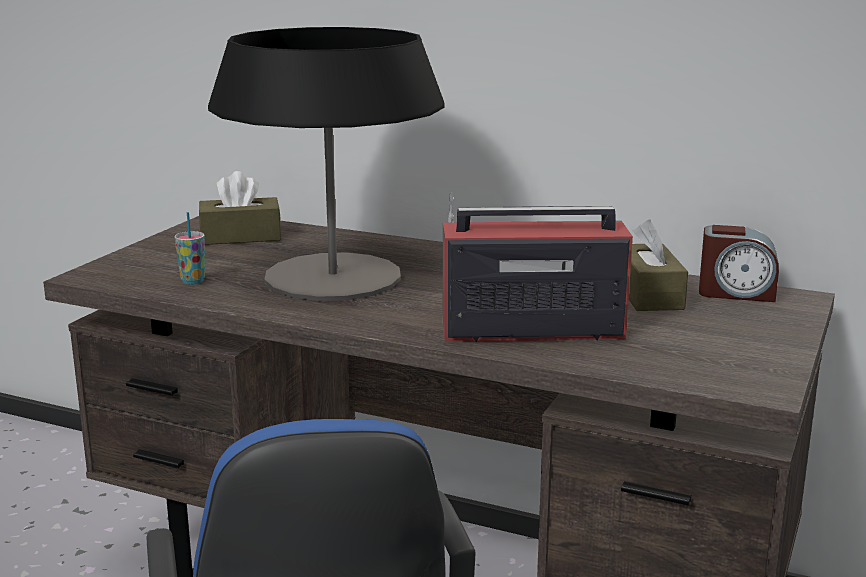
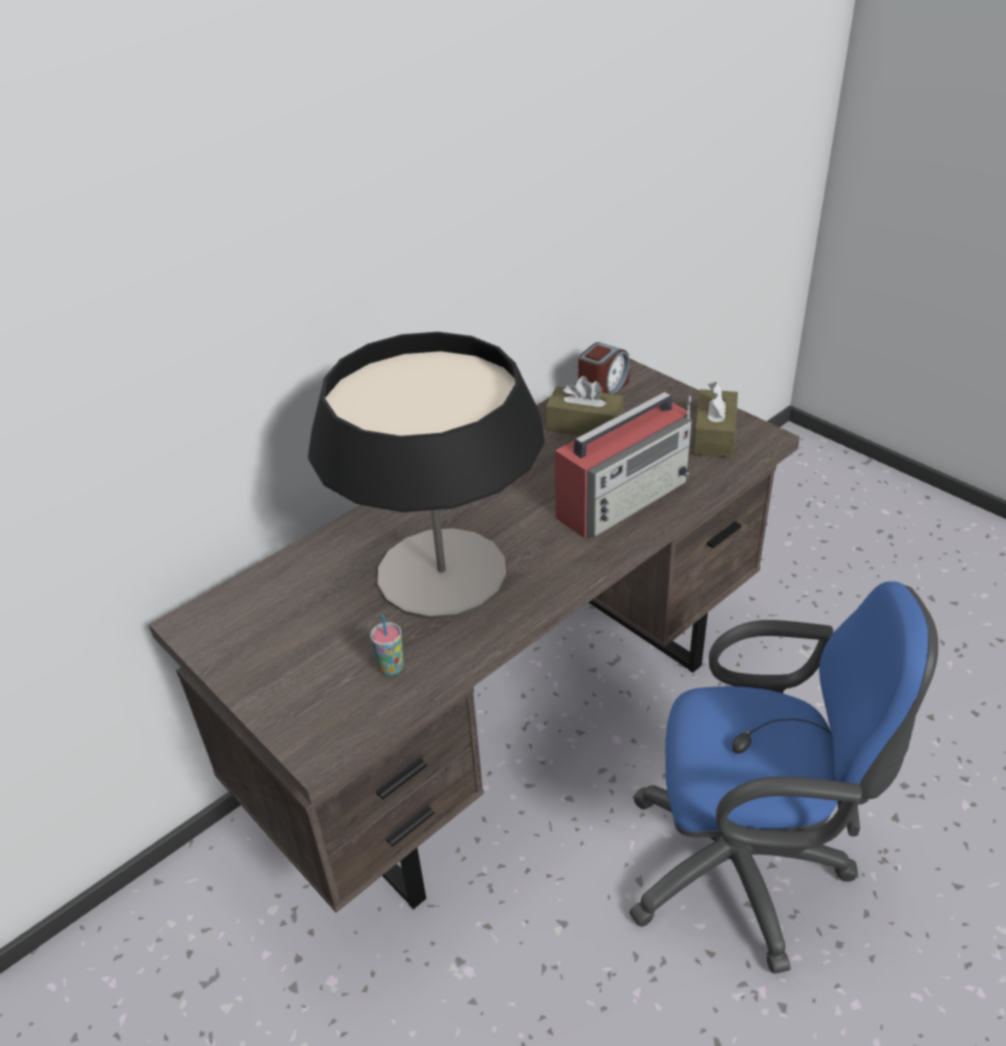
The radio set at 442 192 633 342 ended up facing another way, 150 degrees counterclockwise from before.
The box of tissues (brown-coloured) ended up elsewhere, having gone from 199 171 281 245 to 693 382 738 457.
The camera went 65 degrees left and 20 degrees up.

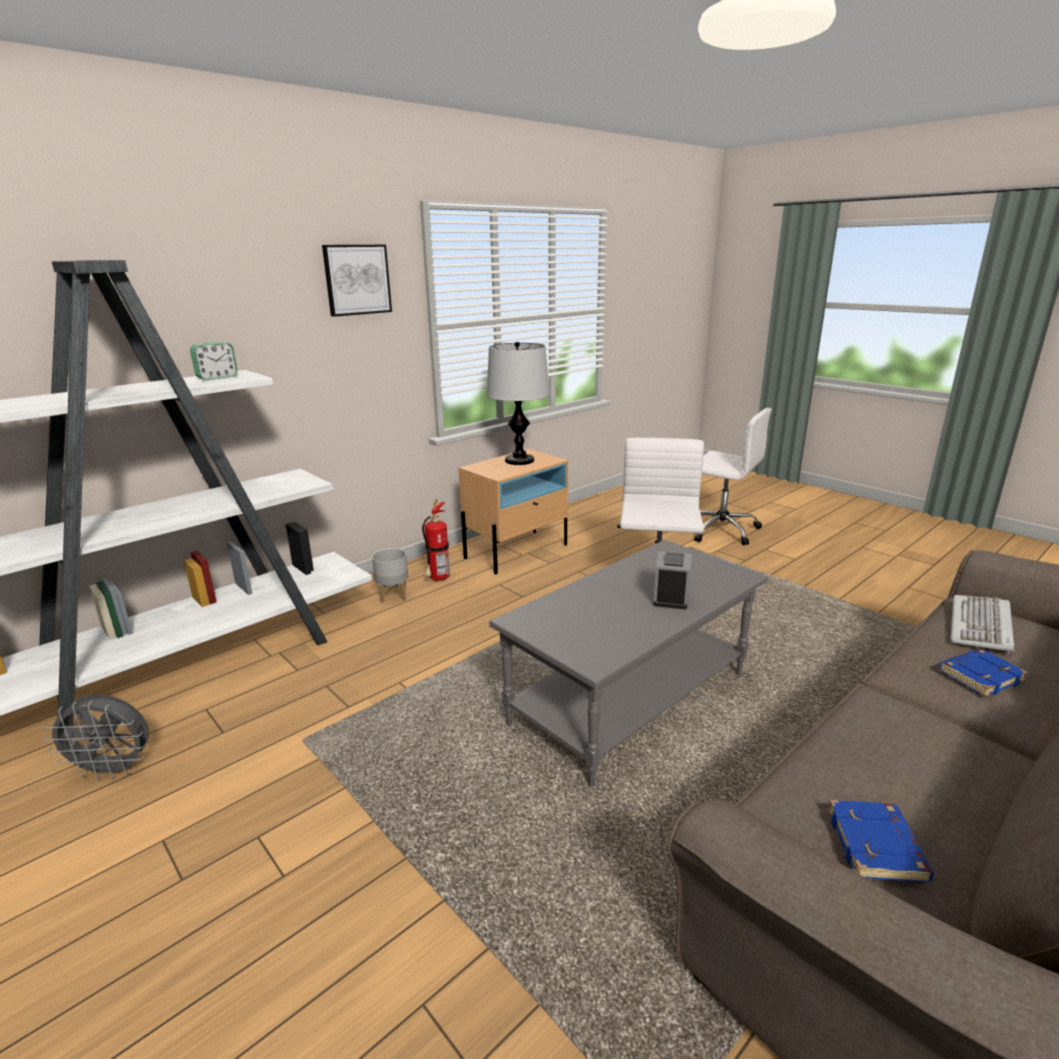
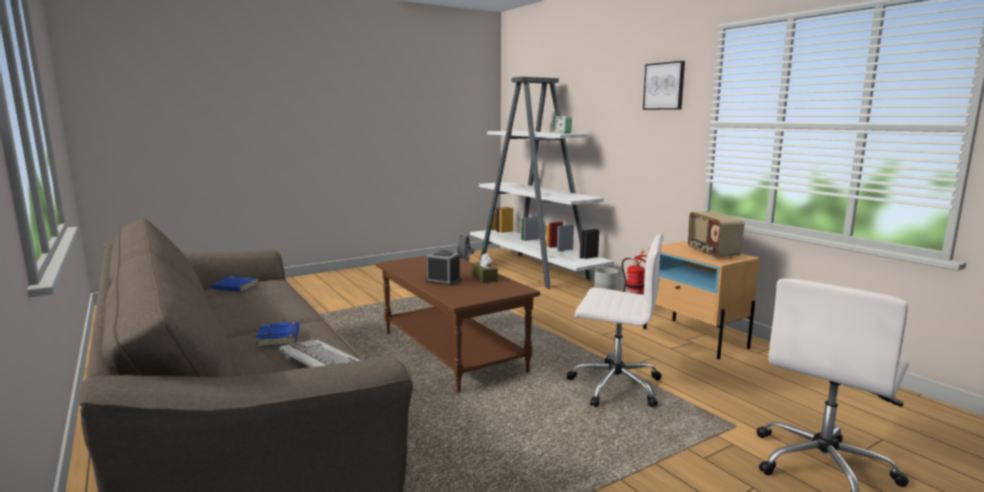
What was the coffee table (grey) at 489 540 768 787 turned into the coffee table (brown-coloured) at 376 256 540 392.
The second view gained the box of tissues (brown-coloured) at 472 253 498 283.
Where the tabletop lamp stood at 487 342 550 465, the radio set came to stand at 688 211 745 259.
The camera went 100 degrees right and 10 degrees down.

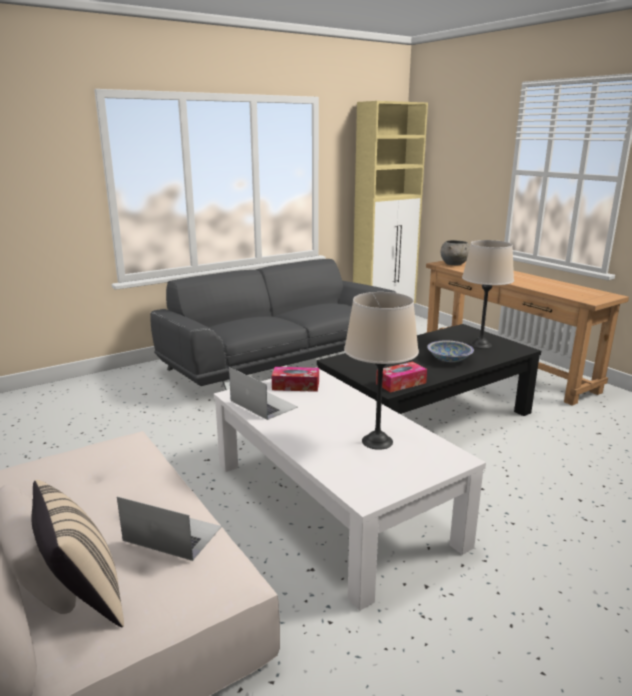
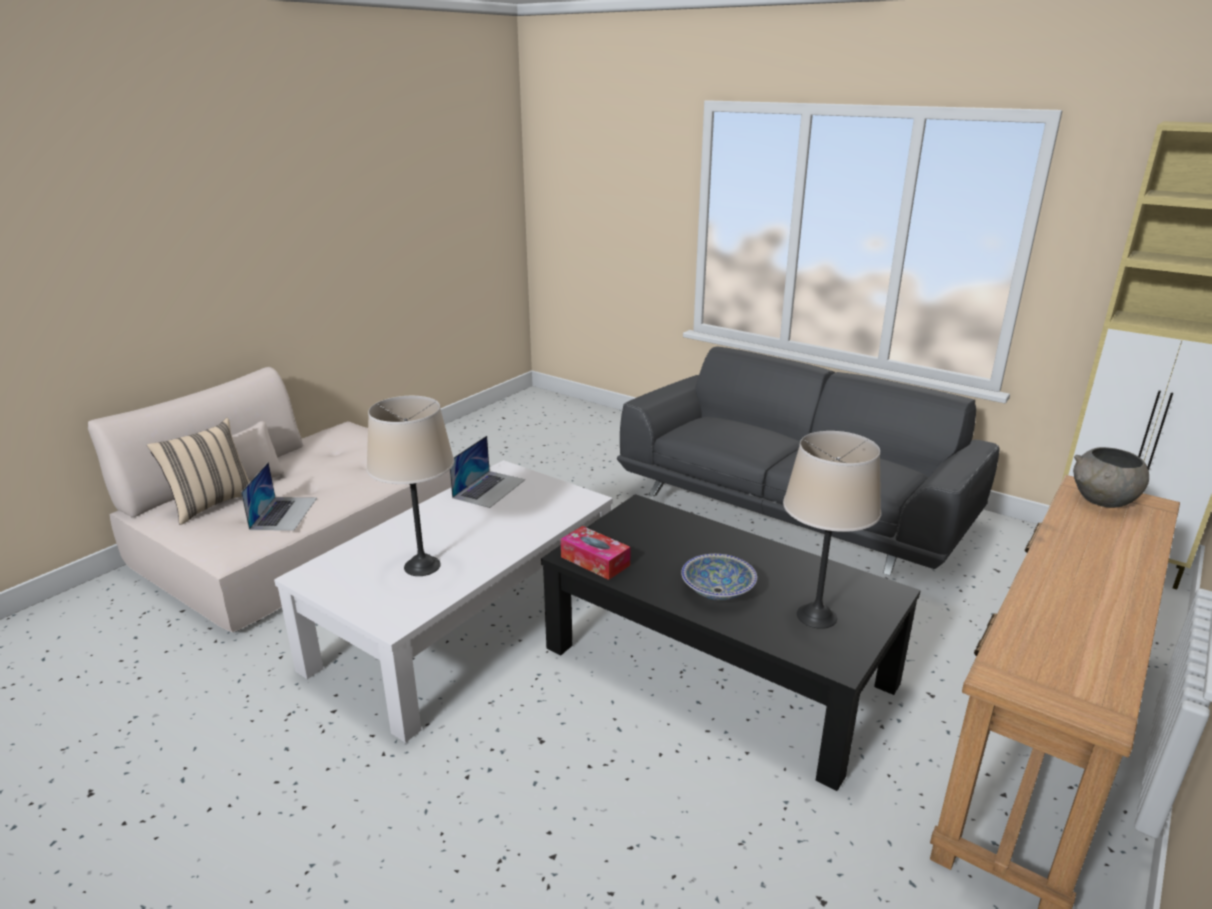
The second view lost the box of tissues at 272 367 319 392.
The camera went 70 degrees right and 5 degrees up.

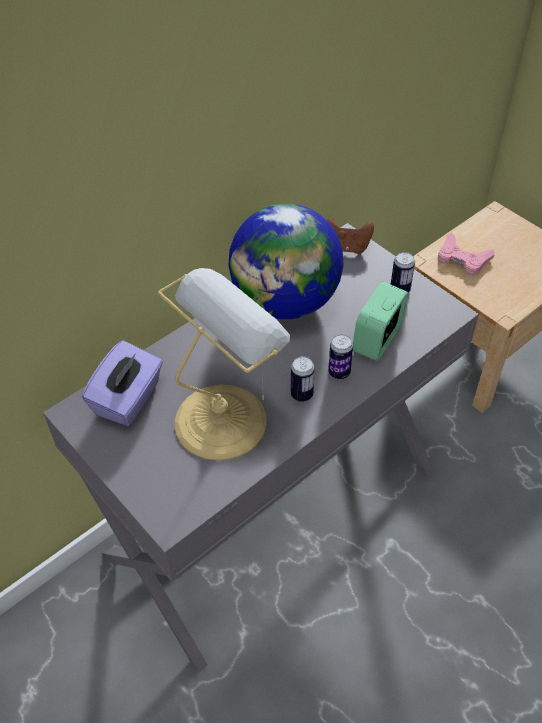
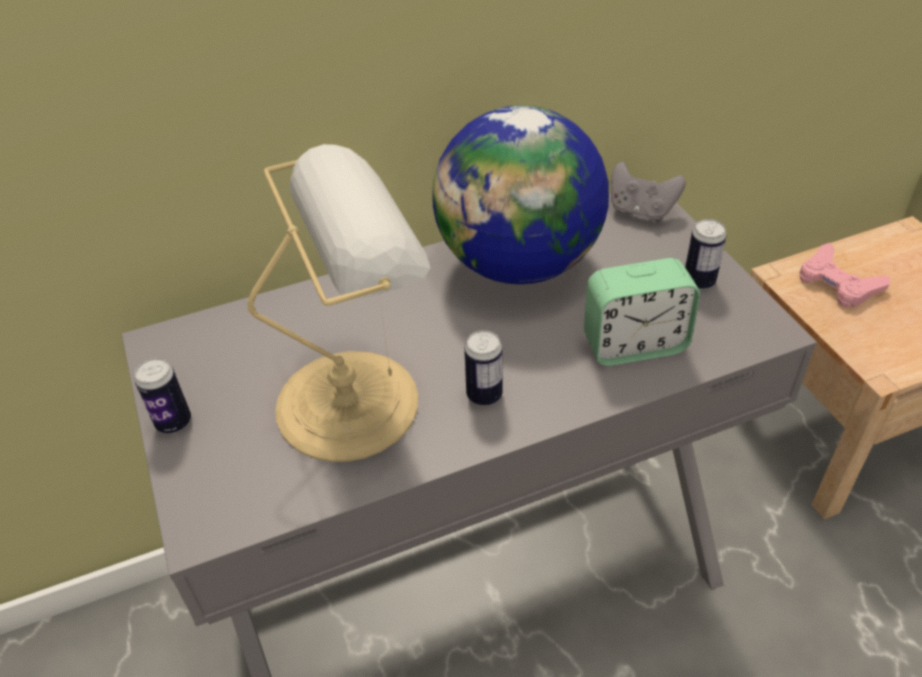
The can ended up elsewhere, having gone from 328 334 353 379 to 135 358 191 433.
The alarm clock at 353 281 408 361 ended up facing another way, 150 degrees counterclockwise from before.
What was the game controller (brown-coloured) at 327 218 374 254 turned into the game controller (grey) at 611 162 686 222.
The second view lost the box of tissues (purple-coloured) at 82 340 163 426.
The camera went 20 degrees right and 5 degrees down.

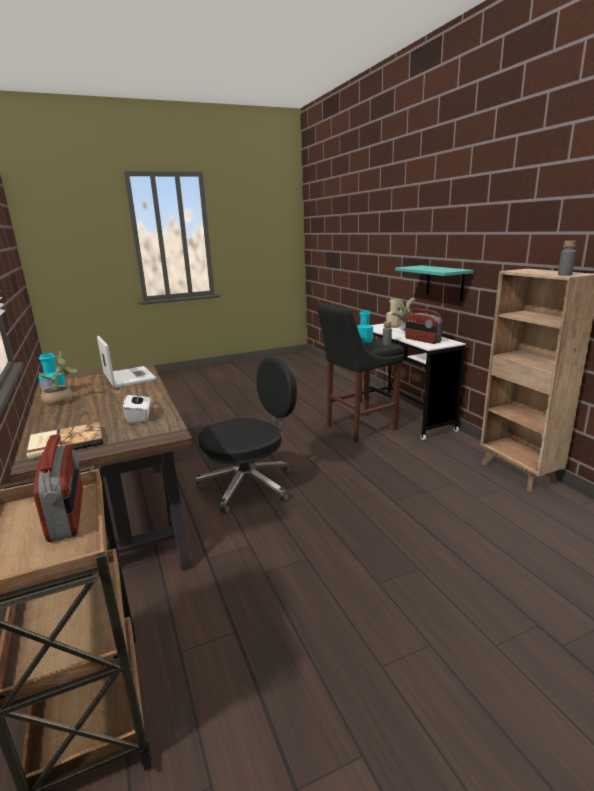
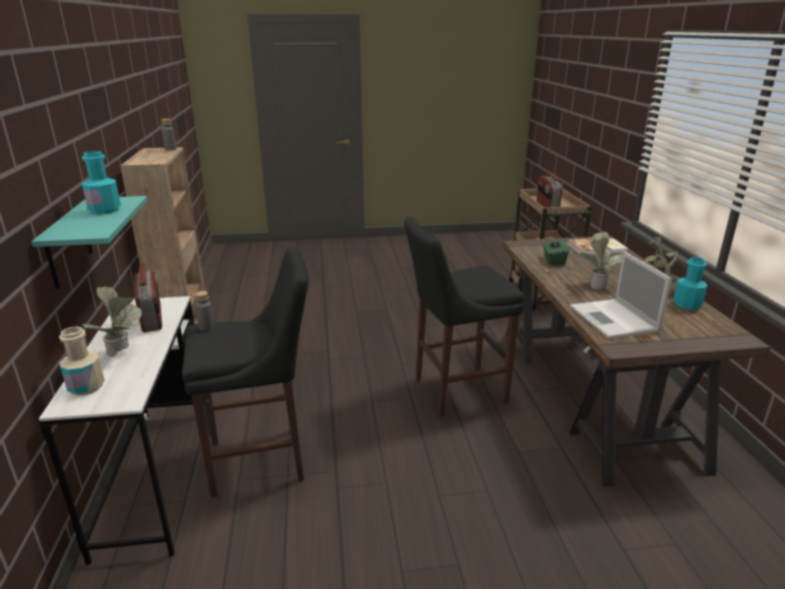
The bottle (turquoise) ended up elsewhere, having gone from 357 310 373 343 to 82 151 121 214.
Where the computer chair (blackish) stood at 196 357 297 514, the sitting stool (blackish) came to stand at 404 217 524 417.
What was the box of tissues (whitish) at 123 389 151 424 turned into the box of tissues (green) at 543 237 569 265.
The second view gained the plant in a pot at 579 232 623 290.
The camera went 165 degrees left and 5 degrees up.

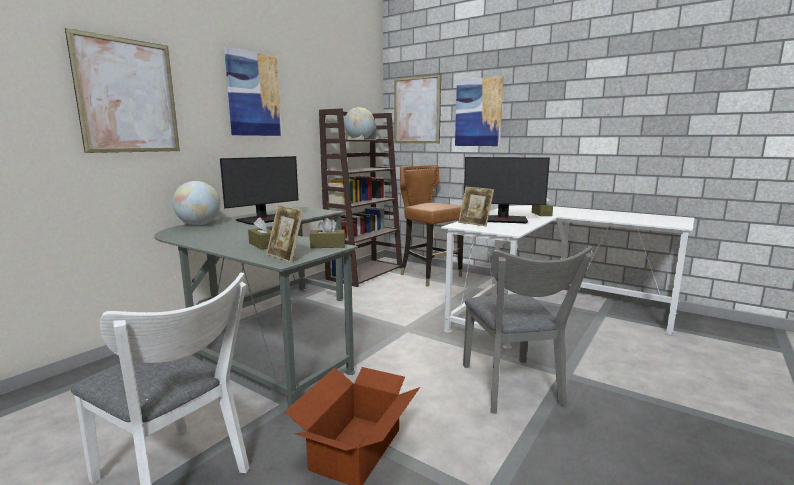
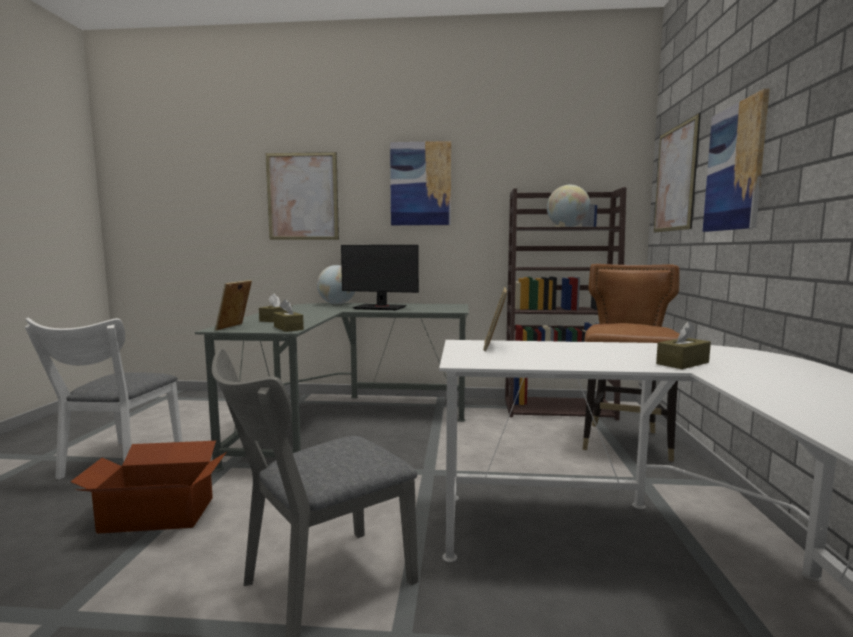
The second view lost the monitor at 464 157 550 223.
The camera went 60 degrees right and 5 degrees down.

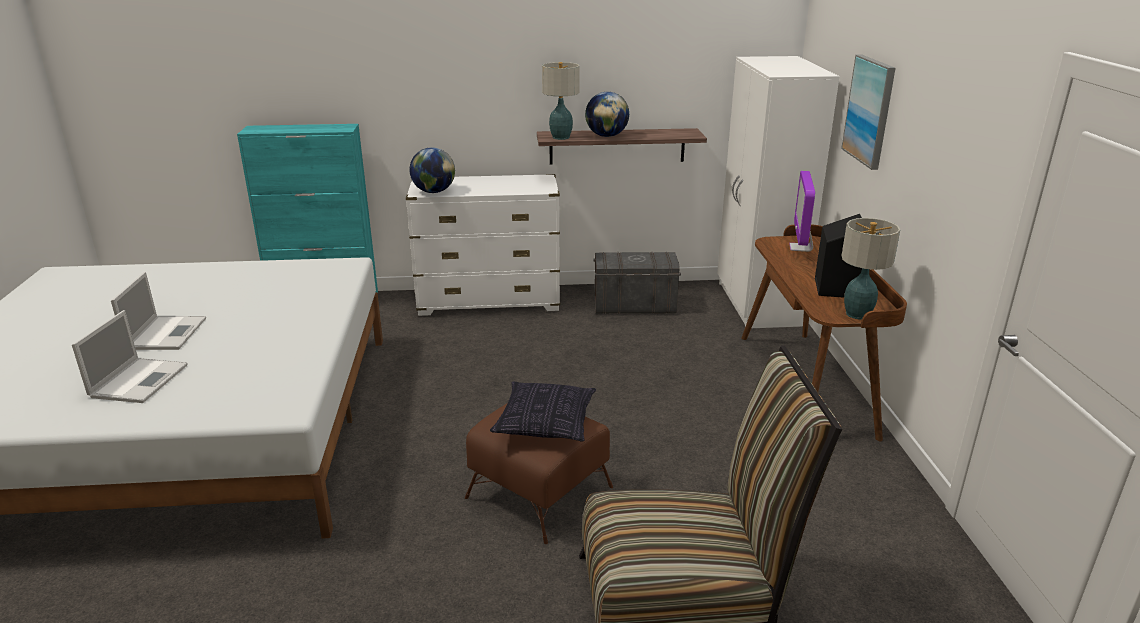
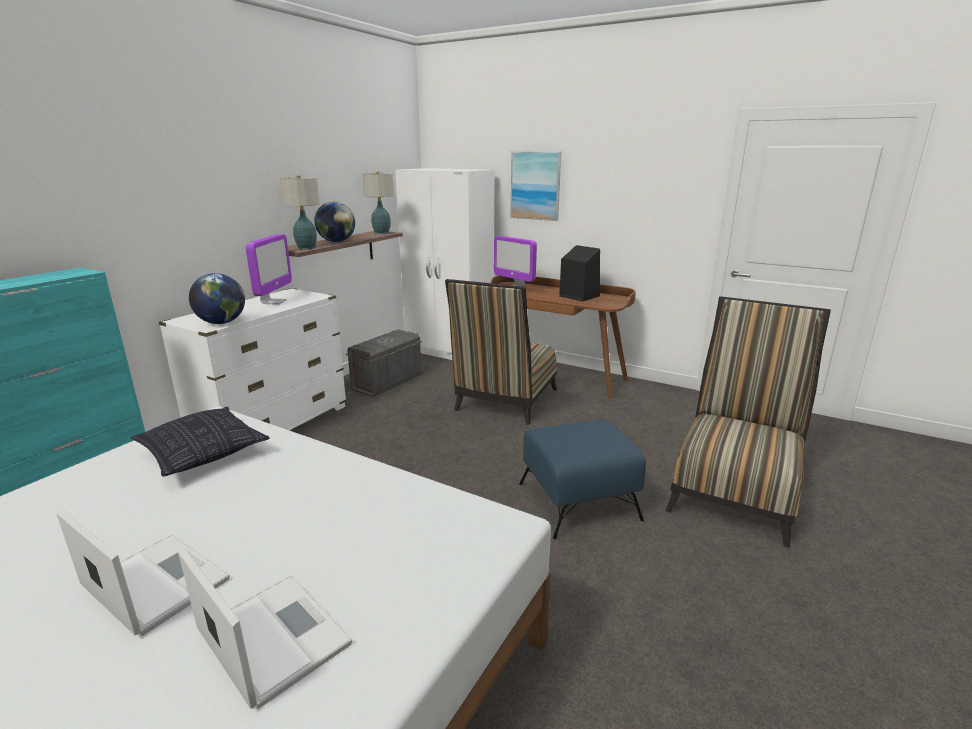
The pillow ended up elsewhere, having gone from 490 381 596 442 to 131 407 270 476.
The second view gained the monitor at 246 234 292 305.
The tabletop lamp ended up elsewhere, having gone from 842 218 900 320 to 362 171 394 234.
The second view gained the plain chair at 445 279 557 425.
What was the pouffe (brown-coloured) at 465 404 613 544 turned into the pouffe (blue-coloured) at 519 419 646 539.
The camera went 55 degrees left and 5 degrees down.

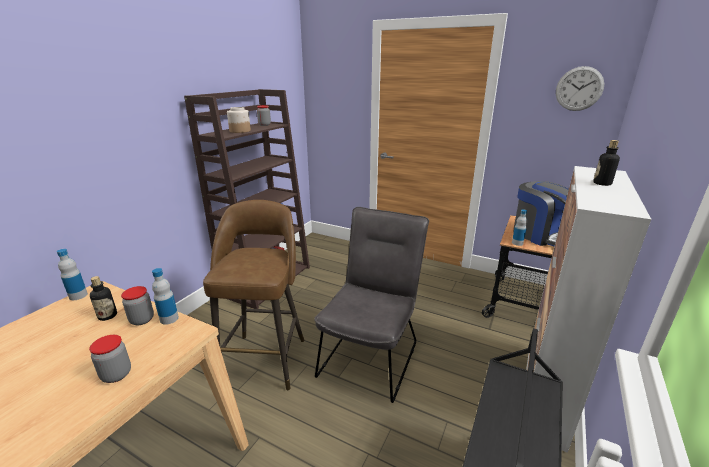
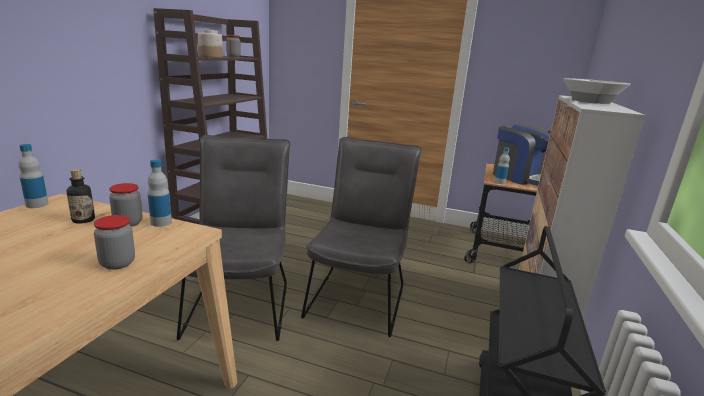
Where the sitting stool (brown-coloured) stood at 203 200 304 390, the plain chair (grey) came to stand at 177 135 290 341.
Where the bottle stood at 593 140 620 186, the deep dish came to stand at 563 78 631 104.
The second view lost the hanging clock at 556 66 604 111.
The camera went 10 degrees left and 5 degrees down.

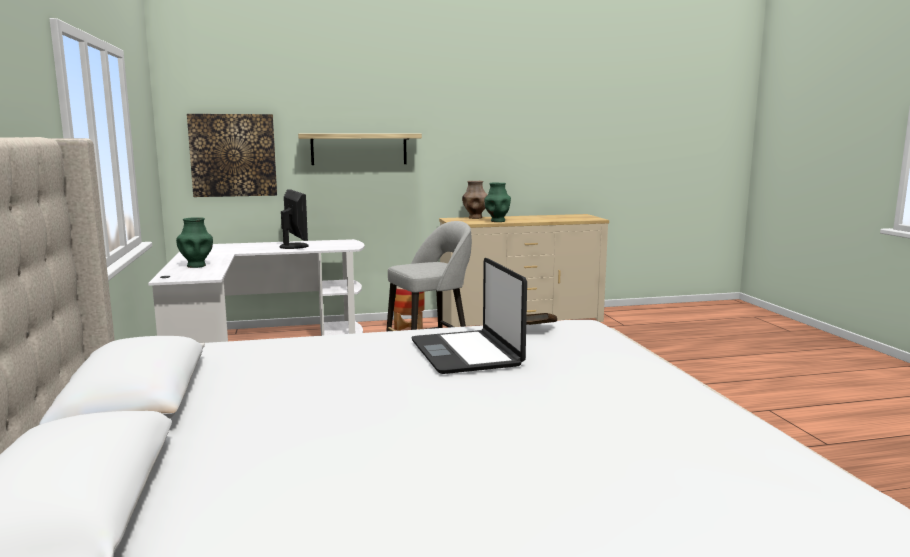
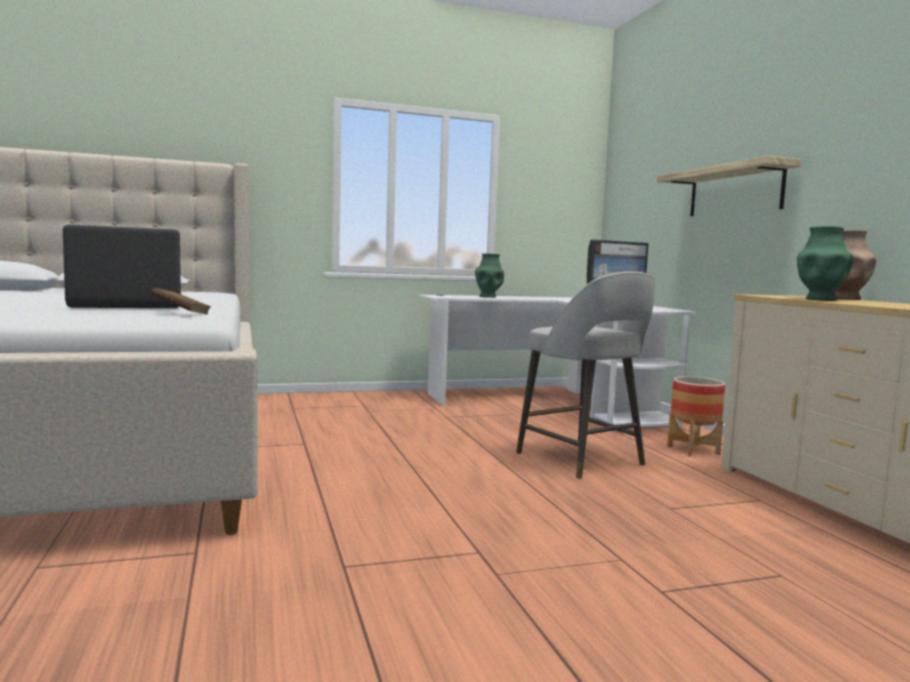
The second view lost the picture at 187 114 277 197.
The camera went 85 degrees right and 5 degrees down.

